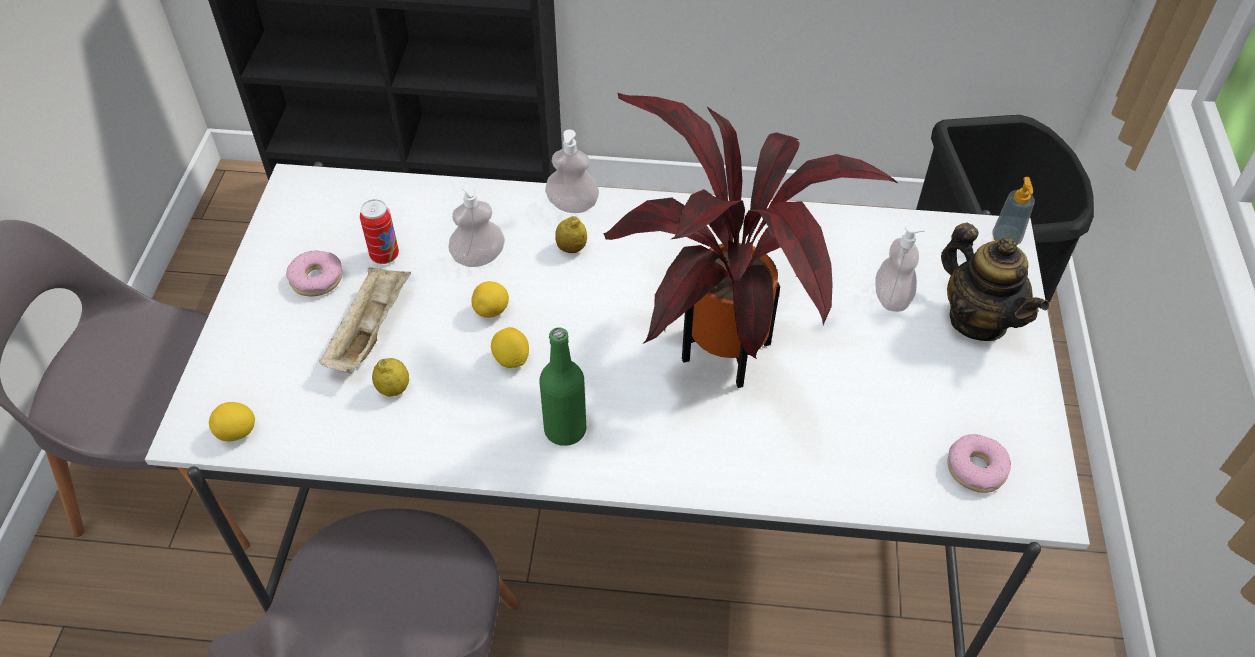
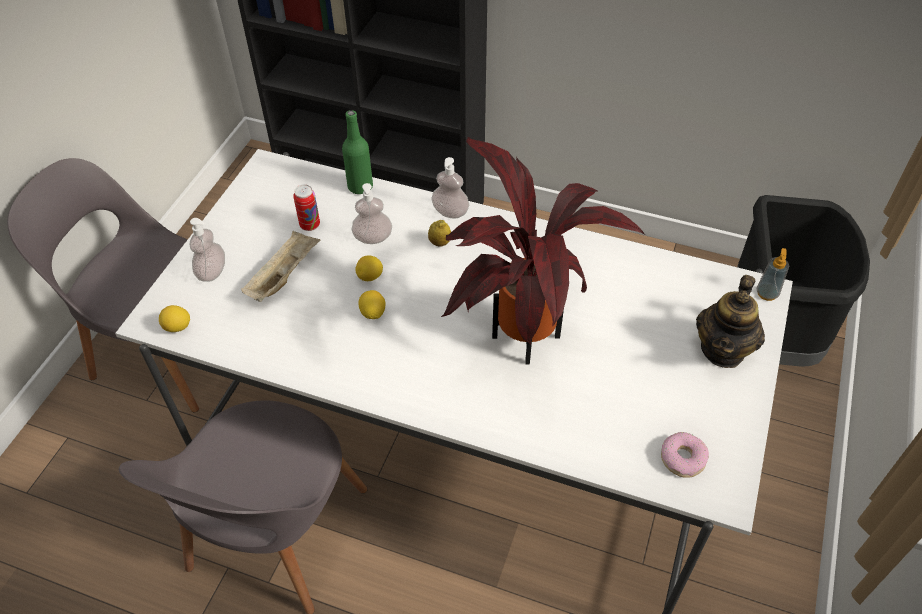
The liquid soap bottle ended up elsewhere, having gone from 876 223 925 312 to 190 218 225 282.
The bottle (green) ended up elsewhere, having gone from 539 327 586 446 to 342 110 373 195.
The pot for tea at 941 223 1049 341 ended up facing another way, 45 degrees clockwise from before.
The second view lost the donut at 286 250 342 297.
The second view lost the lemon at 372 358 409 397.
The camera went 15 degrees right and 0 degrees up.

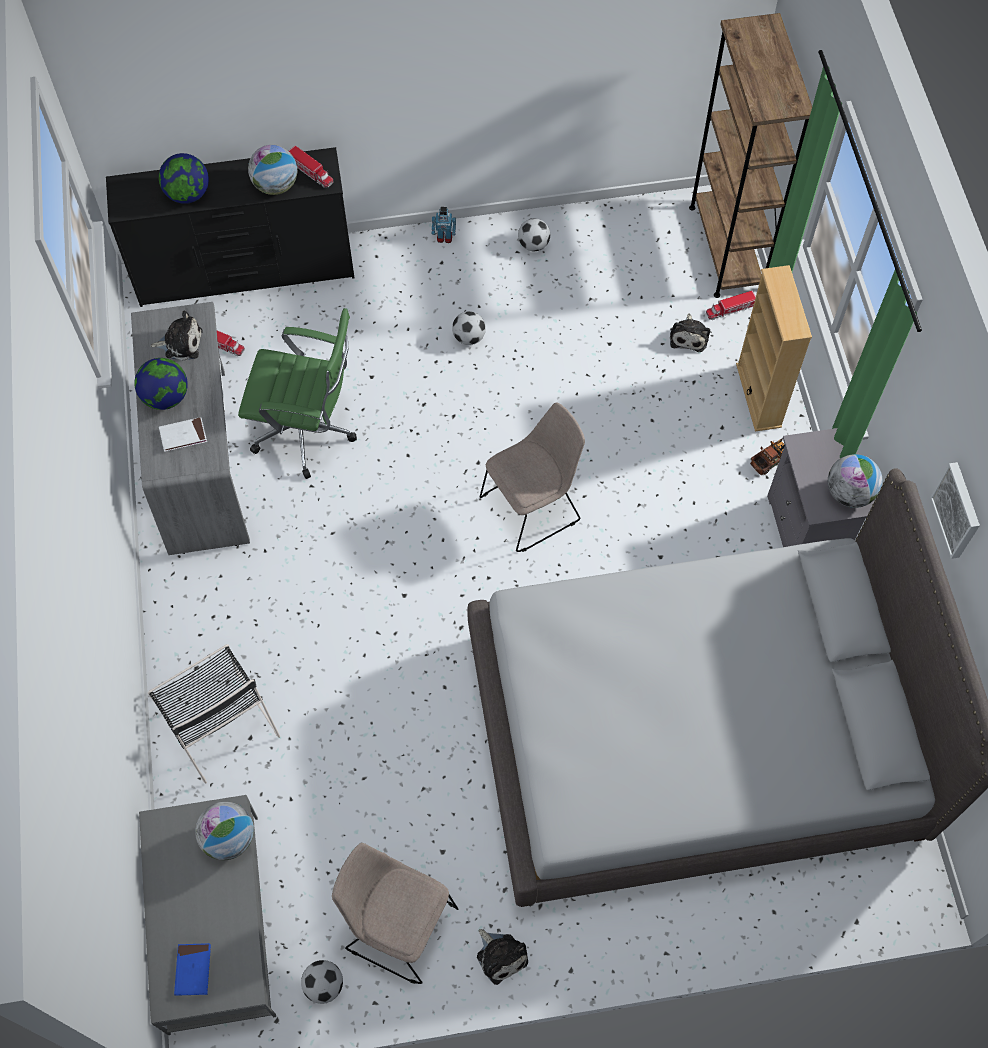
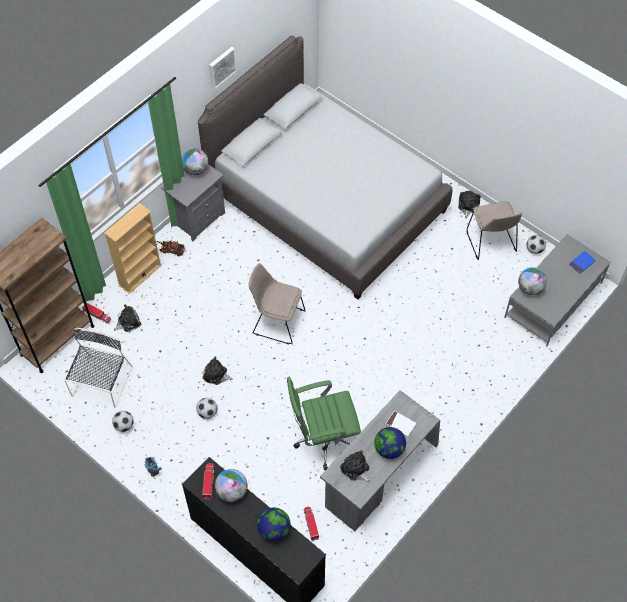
The plain chair (blackish) ended up elsewhere, having gone from 148 644 280 784 to 64 328 133 408.
The second view gained the cuddly toy at 203 357 233 385.
The computer chair (green) at 238 308 357 479 ended up facing another way, 75 degrees counterclockwise from before.
The camera went 130 degrees left and 5 degrees down.

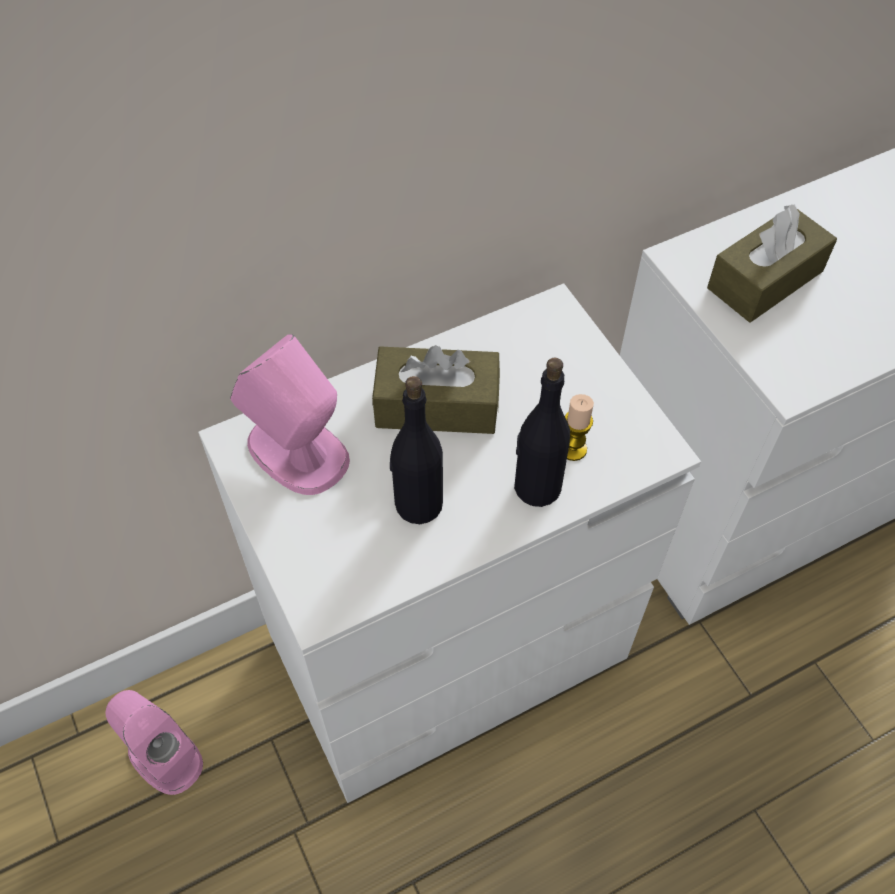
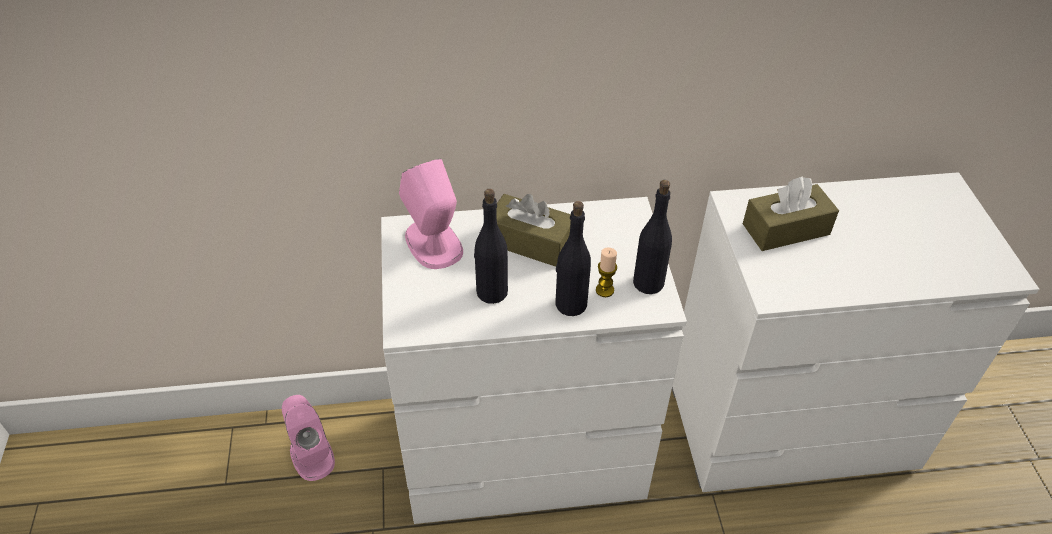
The second view gained the bottle (blackish) at 633 180 672 294.
The camera went 20 degrees right and 10 degrees down.

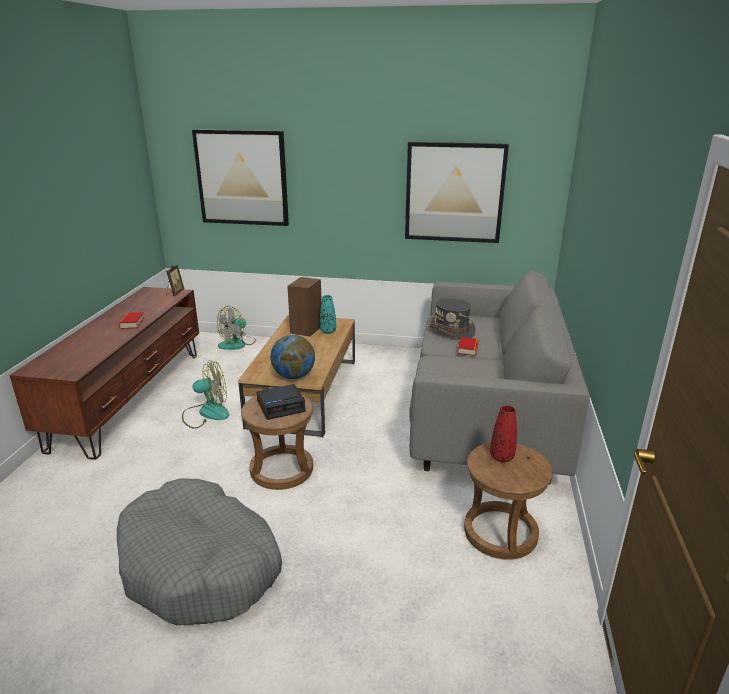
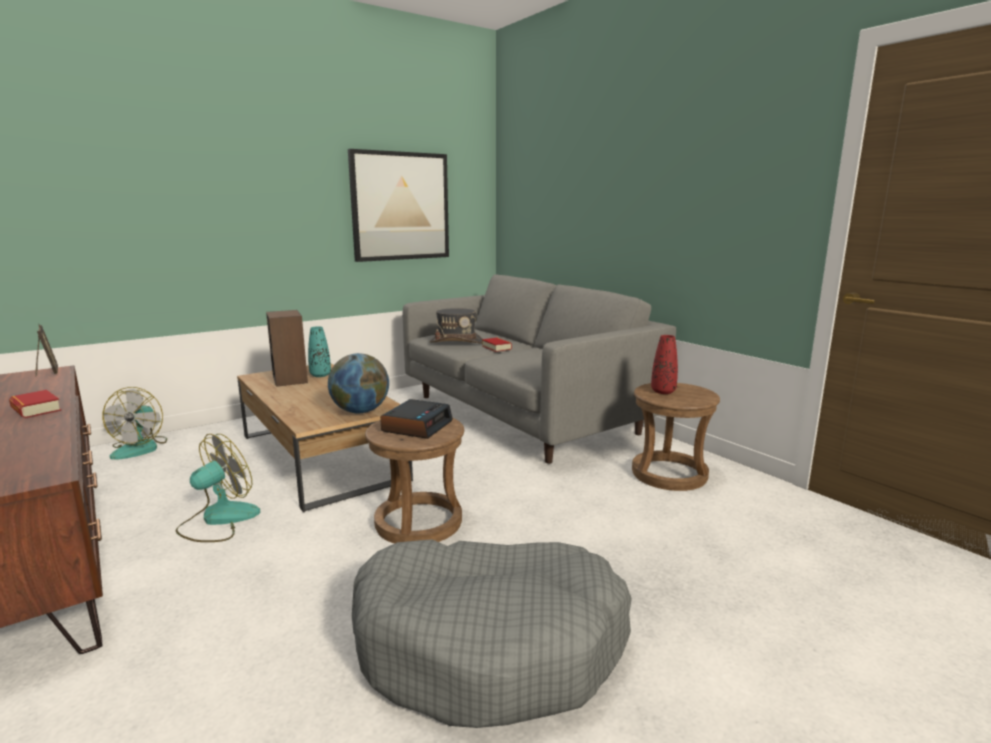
The second view lost the picture at 192 129 289 226.
The camera went 45 degrees left and 10 degrees down.

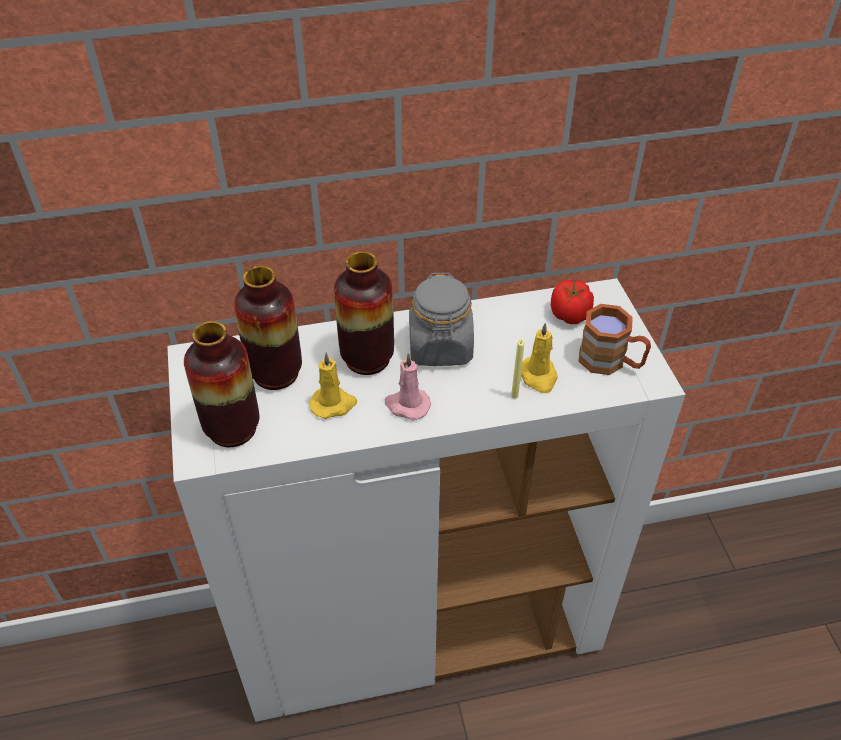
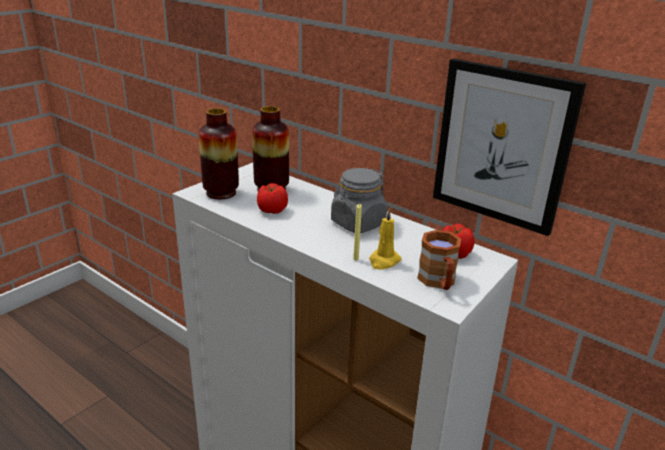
Where the wax light (yellow-coloured) stood at 310 352 357 419, the fresh tomato came to stand at 257 183 288 214.
The second view gained the picture at 433 59 586 236.
The second view lost the flower vase at 334 251 394 375.
The second view lost the wax light (pink-coloured) at 385 353 431 420.
The camera went 50 degrees right and 20 degrees down.

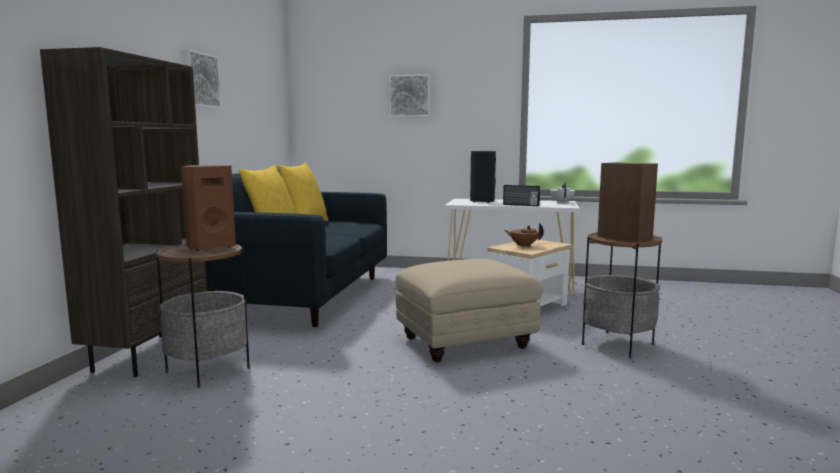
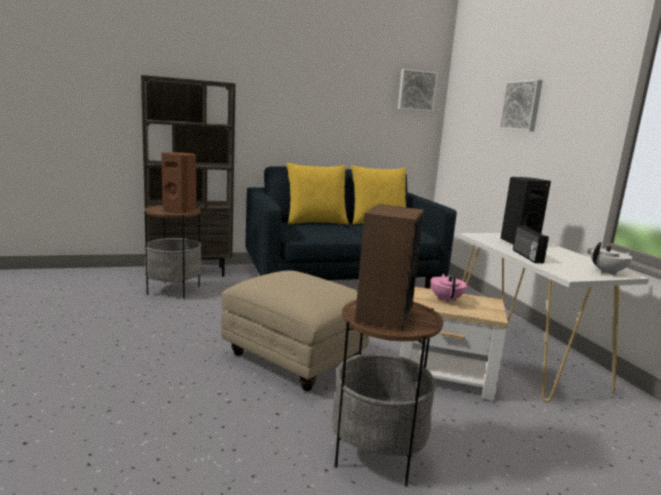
The picture ended up elsewhere, having gone from 183 49 222 109 to 398 69 438 112.
What was the pot for tea (brown-coloured) at 504 223 544 247 turned into the pot for tea (pink-coloured) at 431 274 467 303.
The camera went 60 degrees right and 5 degrees up.

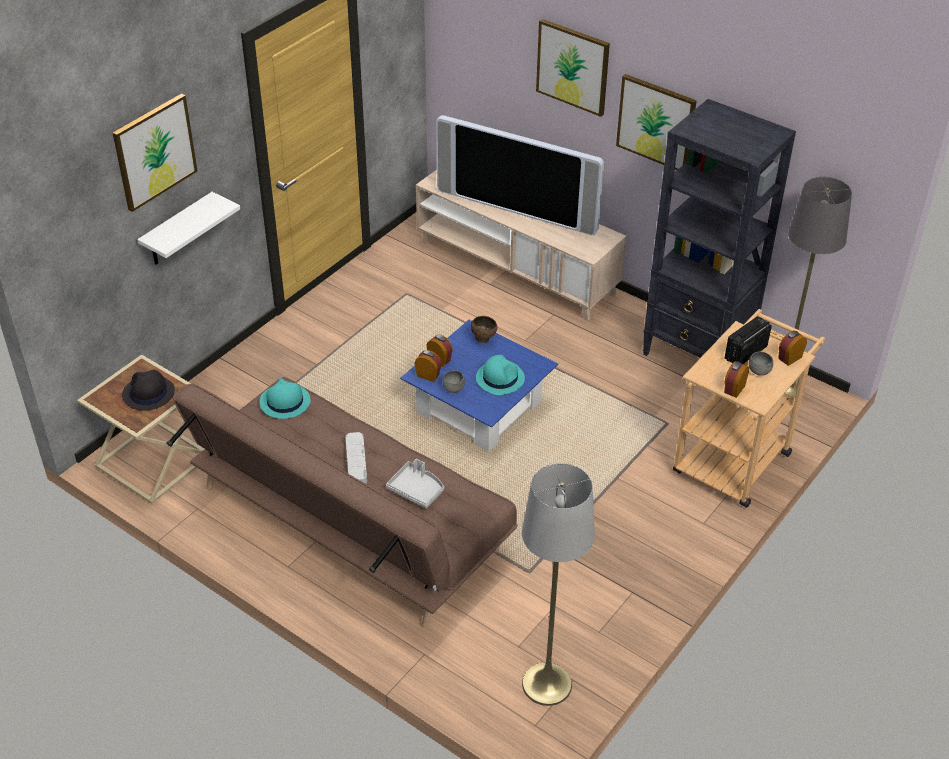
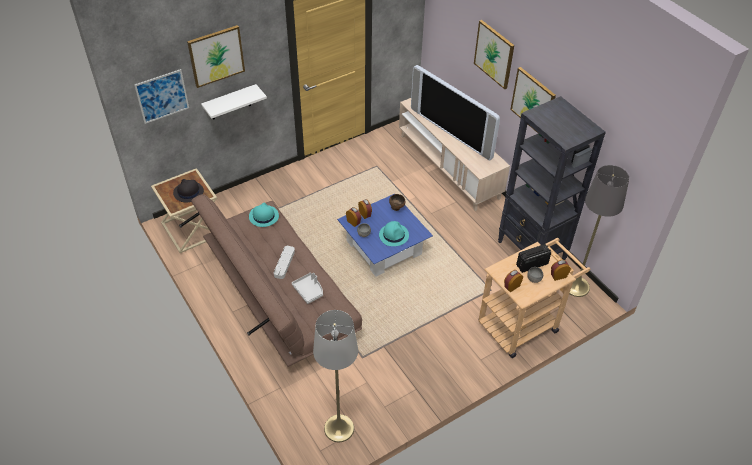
The second view gained the picture at 134 69 189 124.
The camera went 20 degrees right and 5 degrees up.

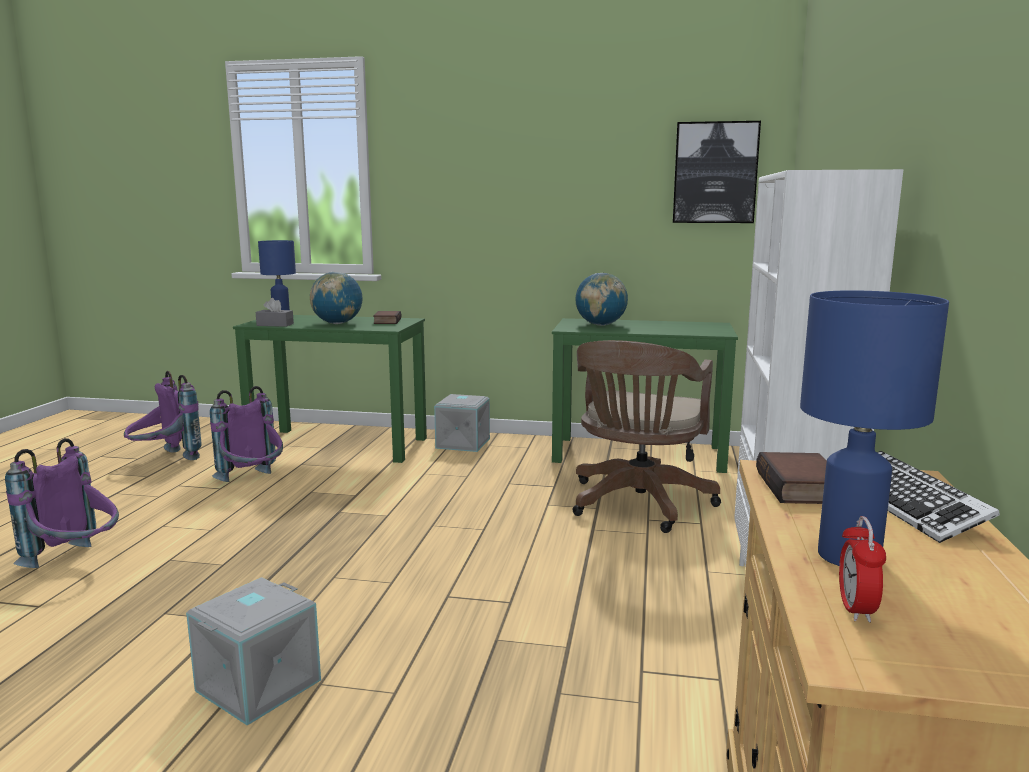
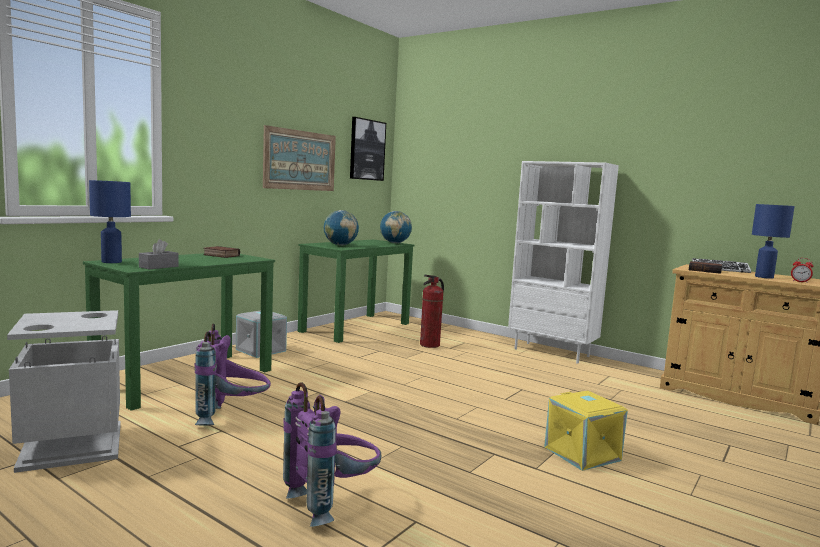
Where the rucksack (purple-coloured) stood at 124 371 202 460, the waste bin (grey) came to stand at 7 310 121 473.
The second view gained the picture at 263 125 336 191.
The desk globe ended up elsewhere, having gone from 310 272 363 324 to 380 211 412 243.
Where the computer chair (brown-coloured) stood at 573 340 721 533, the fire-fighting cylinder came to stand at 420 274 444 348.
What was the storage bin (grey) at 186 577 321 726 turned into the storage bin (yellow-coloured) at 544 391 628 471.
The camera went 65 degrees left and 5 degrees down.

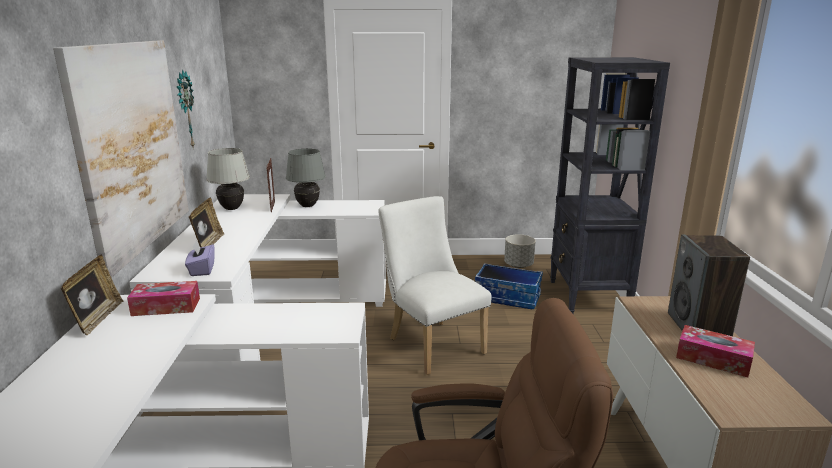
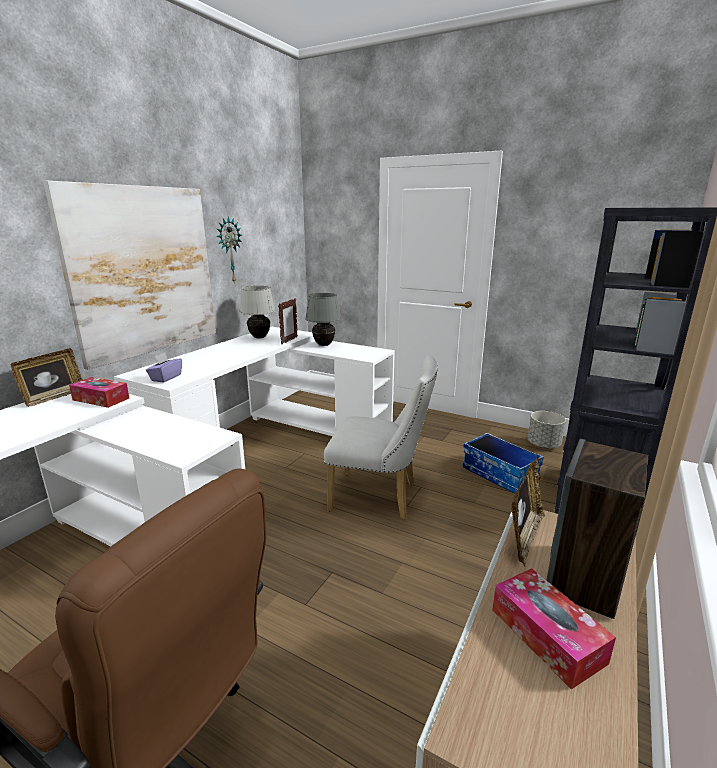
The plain chair (whitish) at 378 196 492 375 ended up facing another way, 105 degrees clockwise from before.
The picture frame ended up elsewhere, having gone from 189 197 225 248 to 511 457 545 567.
The camera went 30 degrees right and 0 degrees up.

